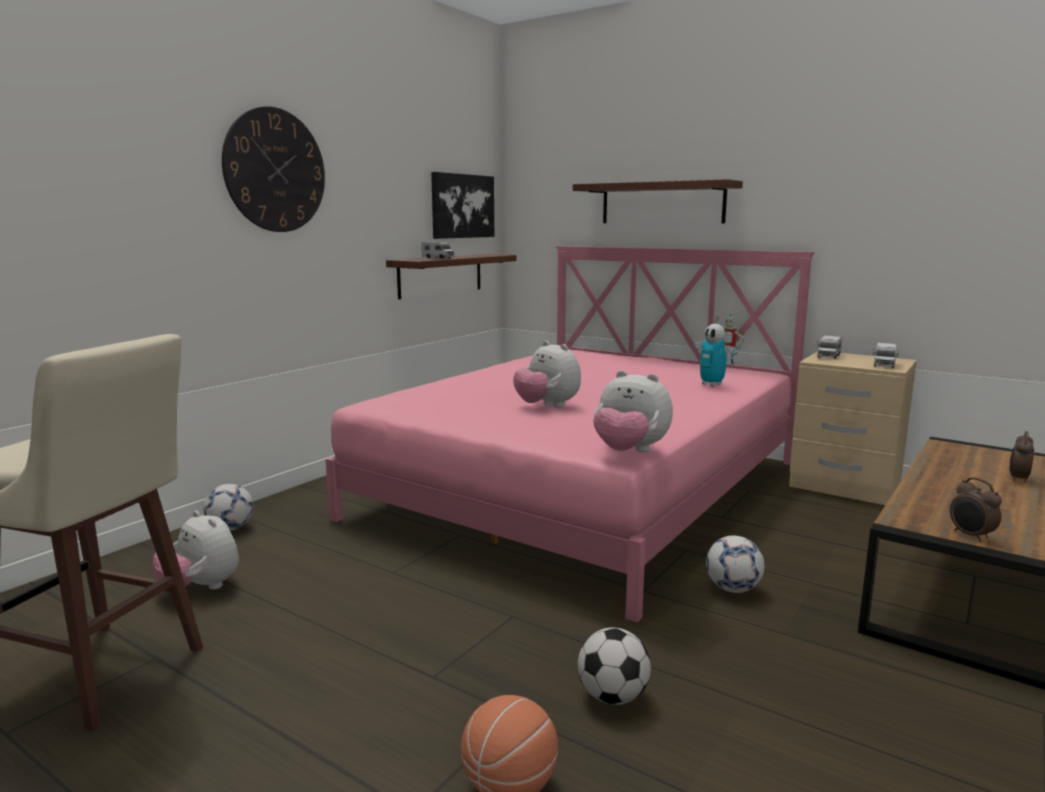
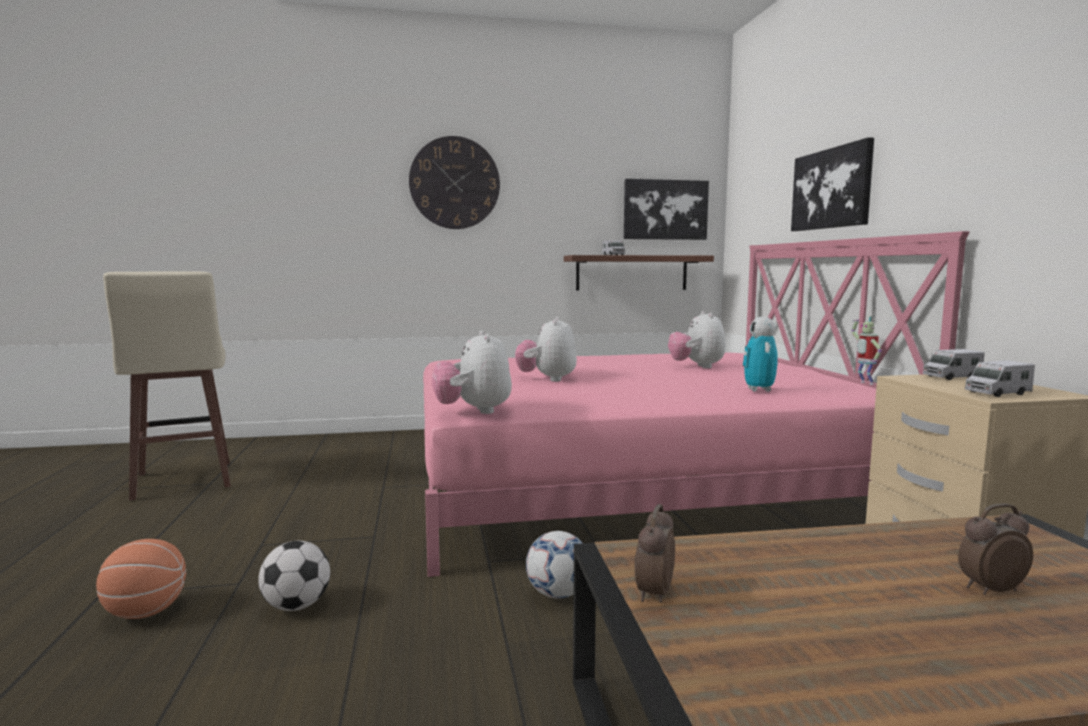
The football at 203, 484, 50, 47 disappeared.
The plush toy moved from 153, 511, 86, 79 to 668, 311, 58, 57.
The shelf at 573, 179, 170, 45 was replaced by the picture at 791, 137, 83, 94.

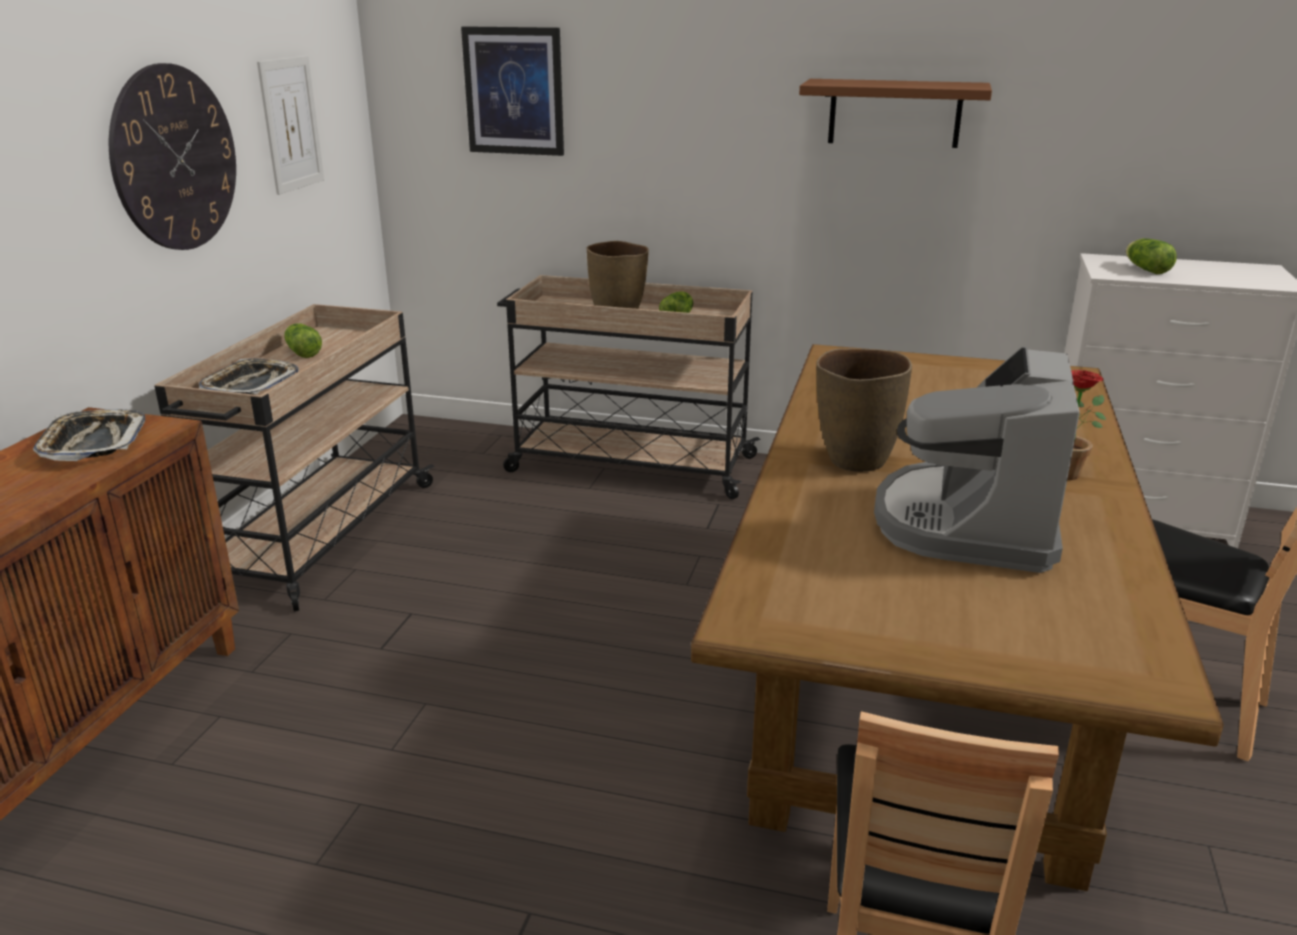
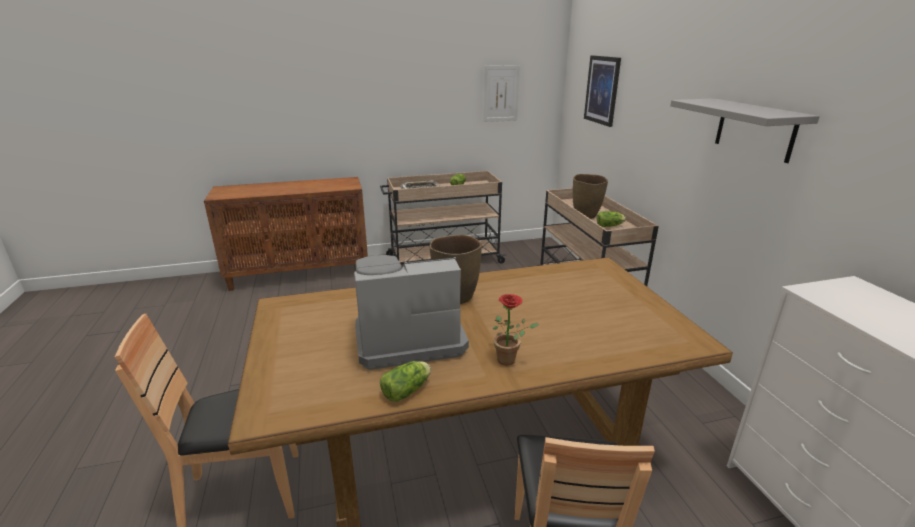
The tray at 33, 409, 113, 52 disappeared.
The wall clock at 109, 63, 127, 187 disappeared.
The lettuce moved from 1126, 238, 51, 36 to 380, 361, 51, 41.
The brown shelf at 799, 79, 193, 69 became the grey shelf at 670, 98, 150, 65.

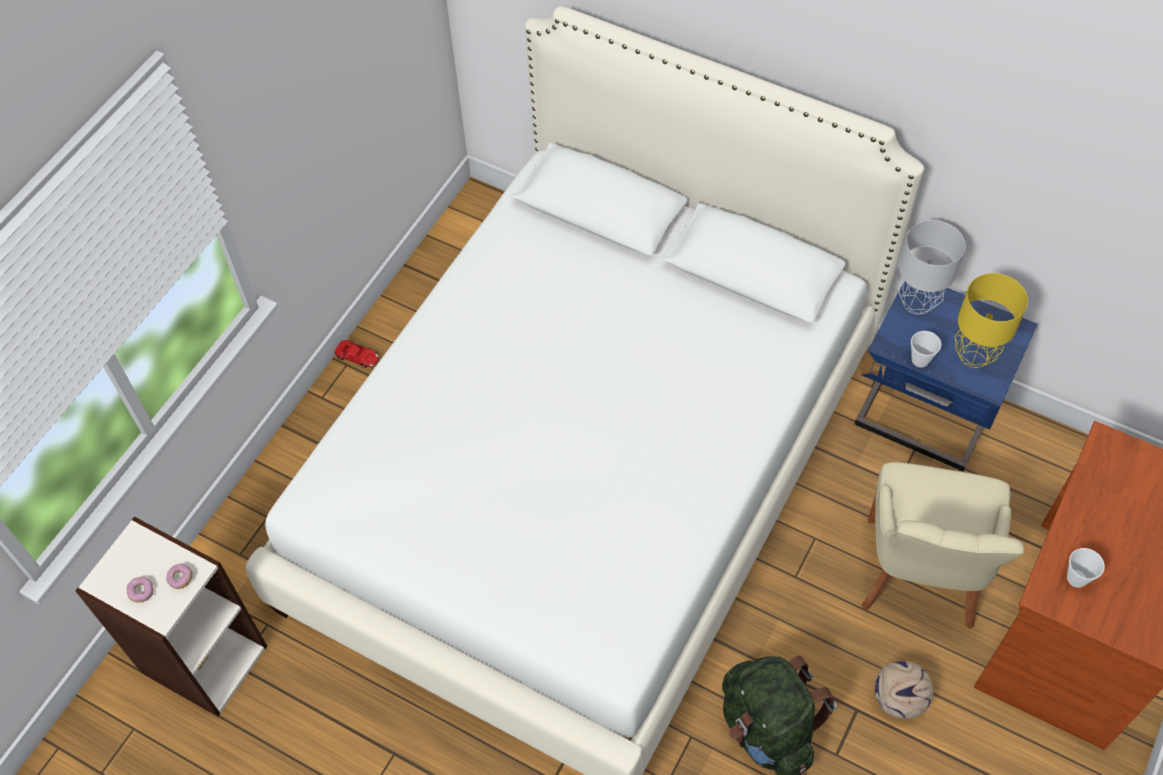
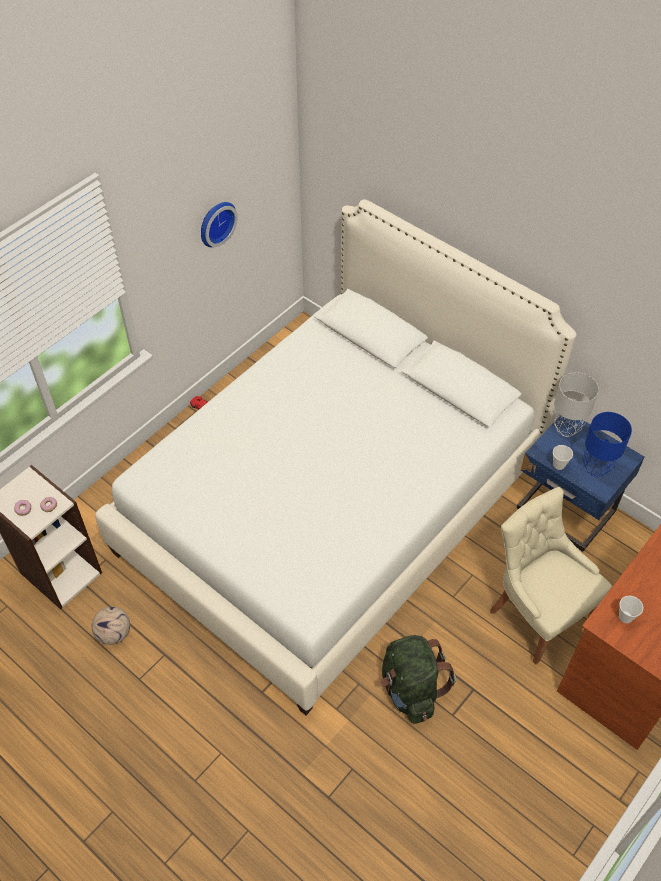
The wall clock at 201, 202, 37, 45 appeared.
The football moved from 874, 661, 59, 58 to 92, 607, 38, 38.
The yellow table lamp at 955, 273, 73, 95 became the blue table lamp at 583, 412, 49, 65.
The beige chair at 861, 462, 163, 167 turned 120 degrees clockwise.

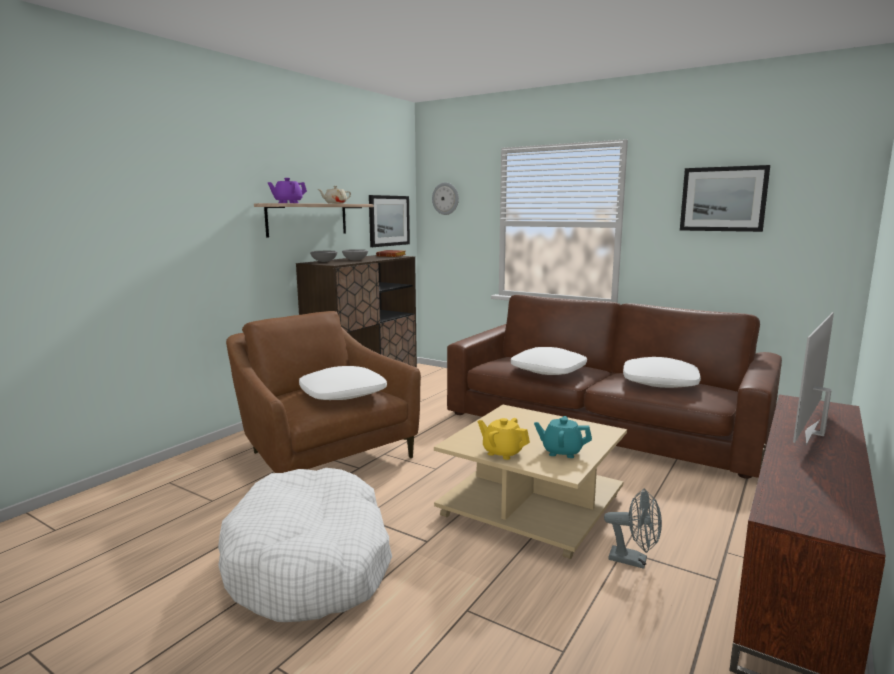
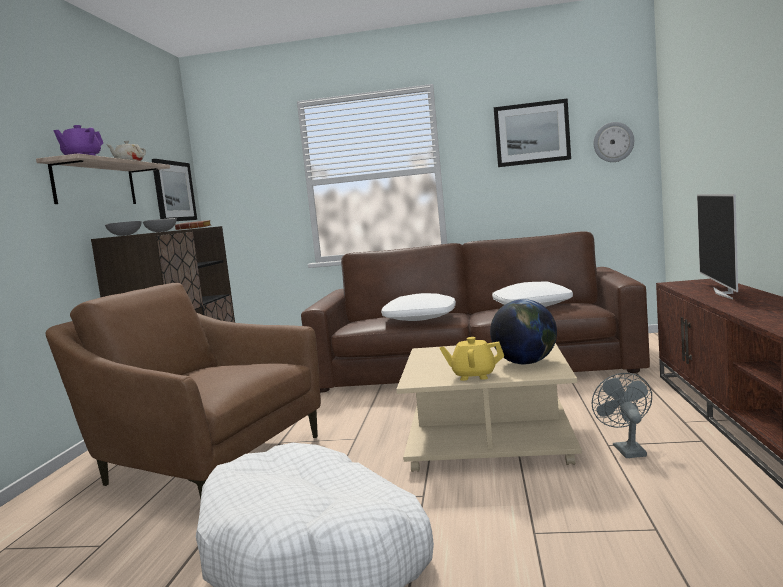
The white pillow at 299, 366, 88, 34 disappeared.
The wall clock moved from 432, 182, 27, 33 to 594, 122, 40, 40.
The turquoise teapot at 534, 416, 58, 42 was replaced by the globe at 490, 299, 67, 65.
The grey fan at 604, 489, 58, 80 turned 90 degrees counterclockwise.

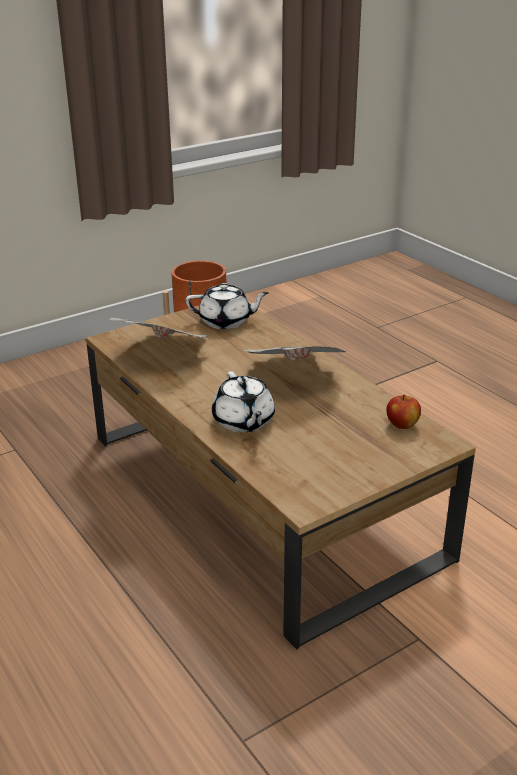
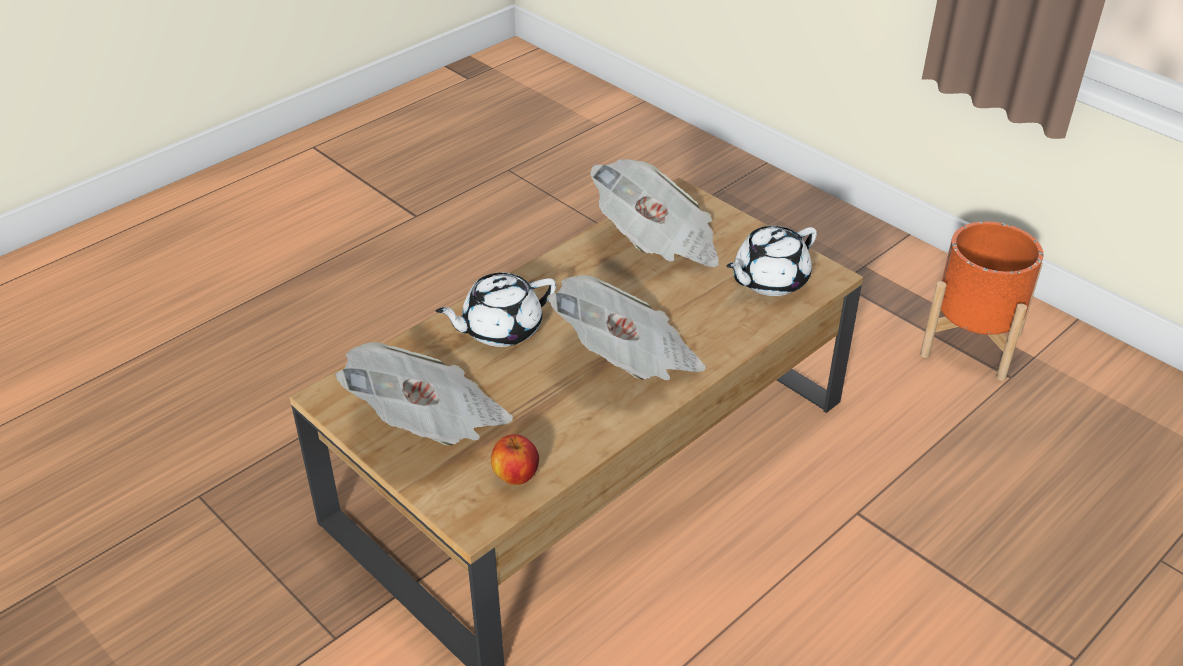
The newspaper at 335, 342, 178, 104 appeared.
The white teapot at 186, 283, 83, 46 turned 60 degrees clockwise.

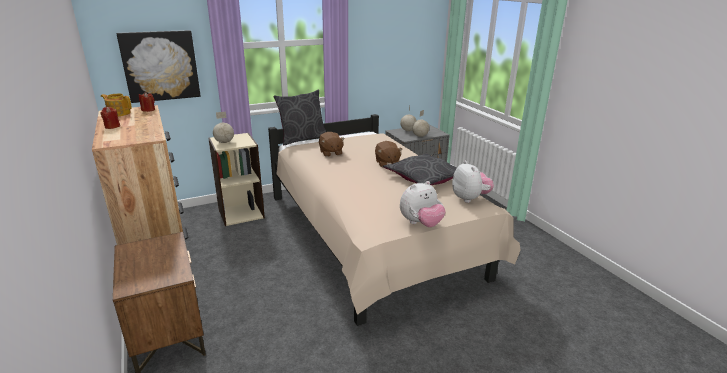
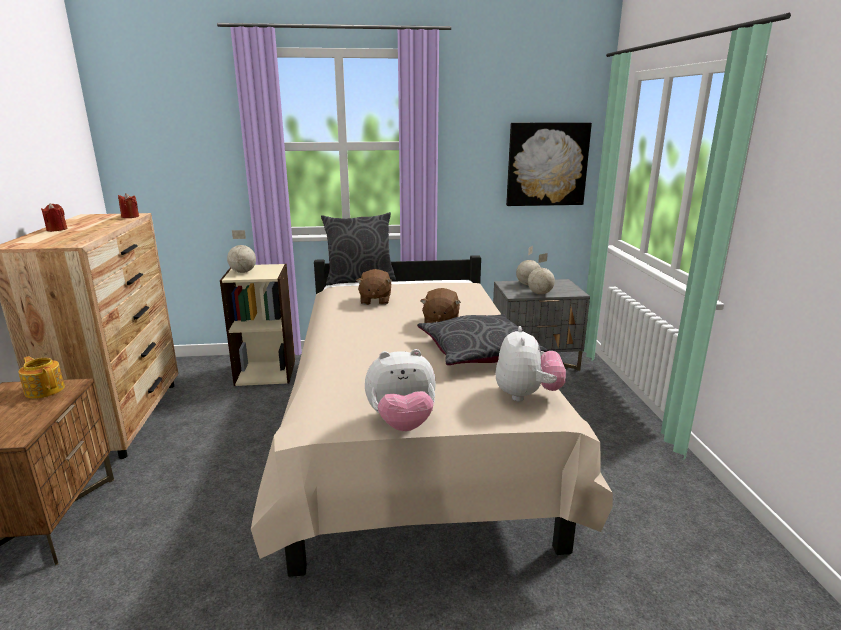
The teapot moved from 101, 94, 31, 22 to 18, 356, 47, 43.
The picture moved from 117, 30, 84, 73 to 506, 122, 86, 84.

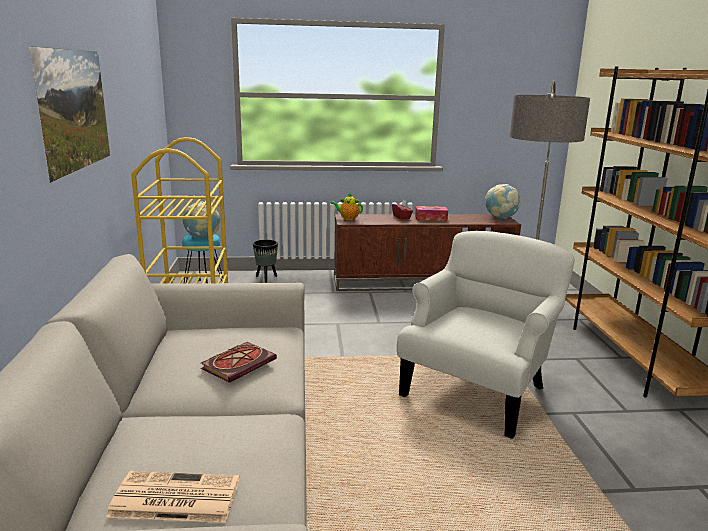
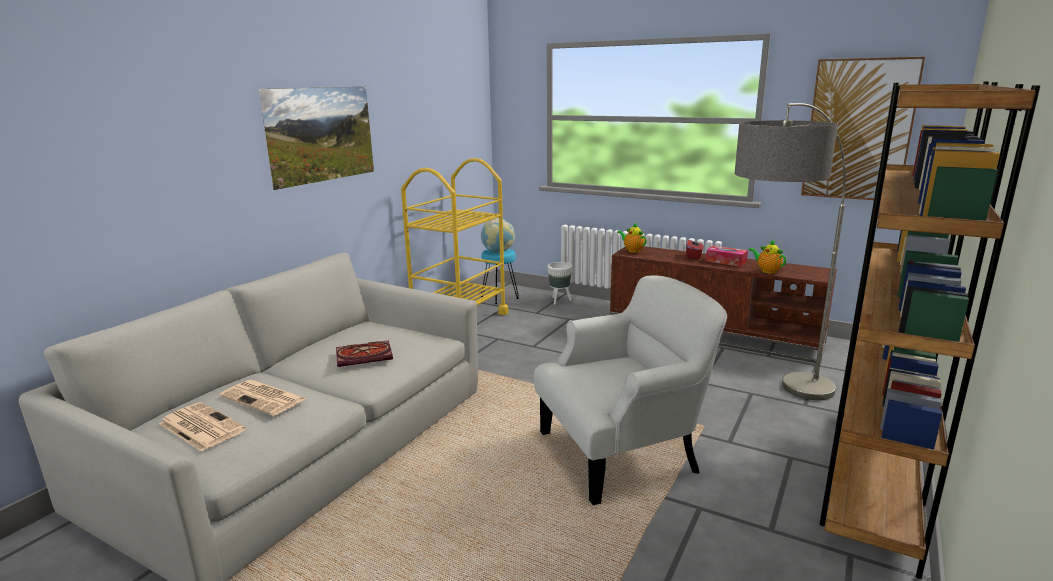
The globe at 485, 184, 36, 35 disappeared.
The newspaper at 220, 380, 86, 36 appeared.
The teapot at 749, 240, 37, 34 appeared.
The picture at 801, 57, 124, 143 appeared.
The black planter at 253, 240, 25, 43 became the white planter at 547, 262, 25, 43.

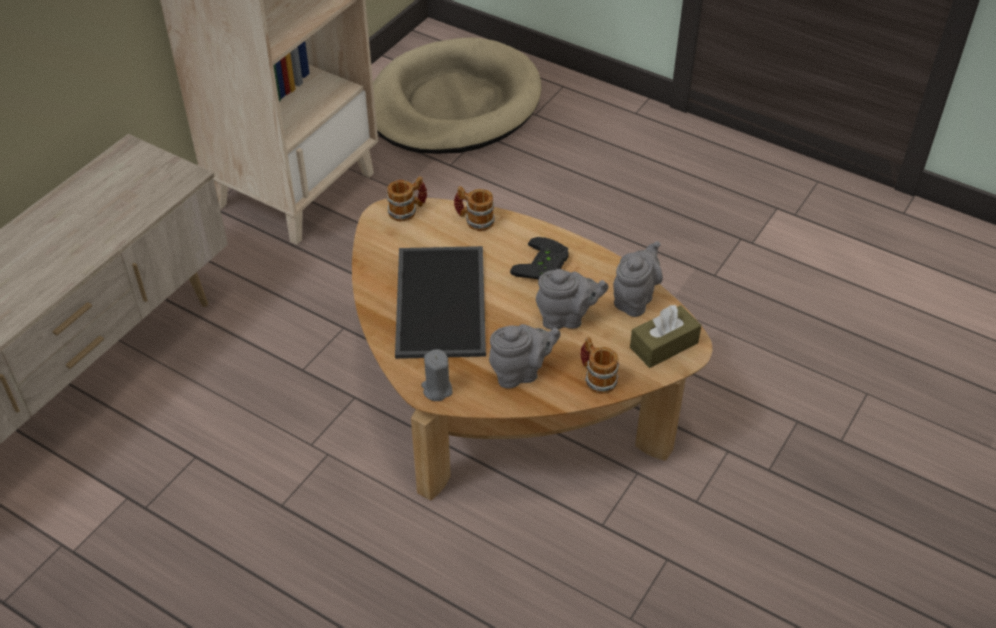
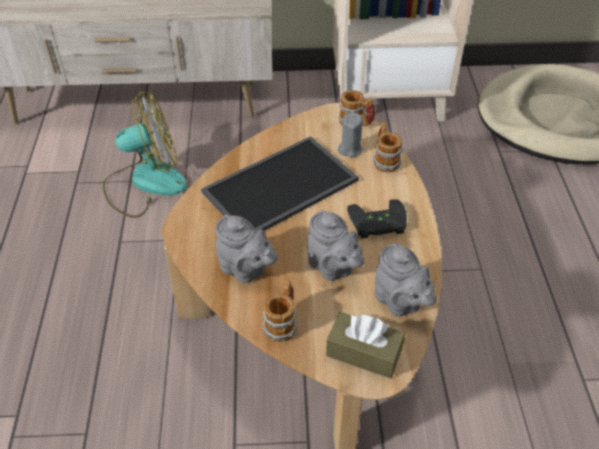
The fan at 103, 91, 84, 127 appeared.
The grey candle moved from 421, 349, 32, 52 to 338, 113, 25, 44.
The grey teapot at 613, 241, 50, 76 turned 60 degrees clockwise.

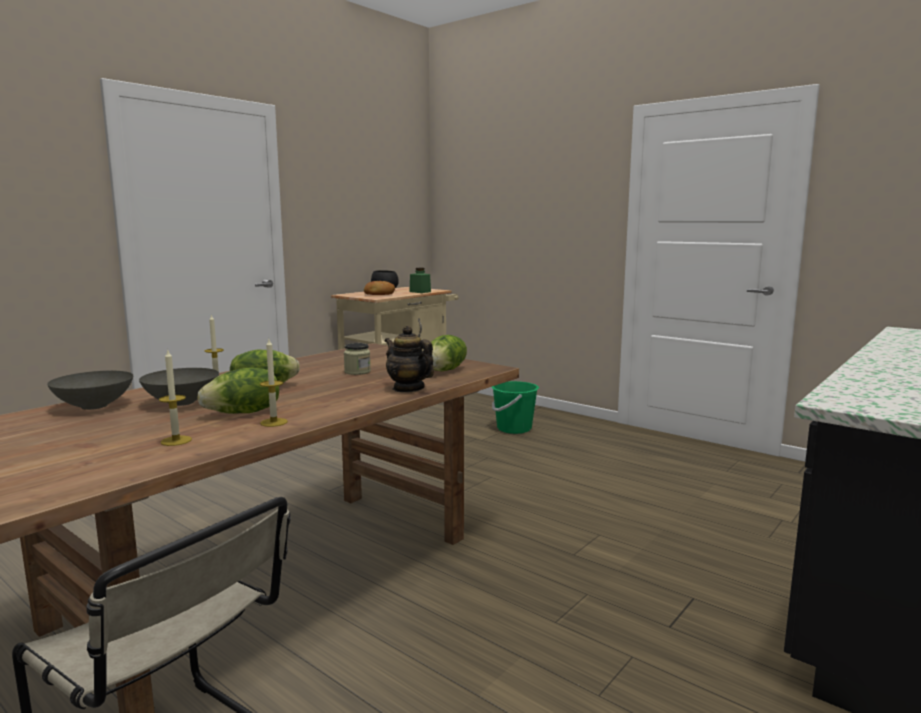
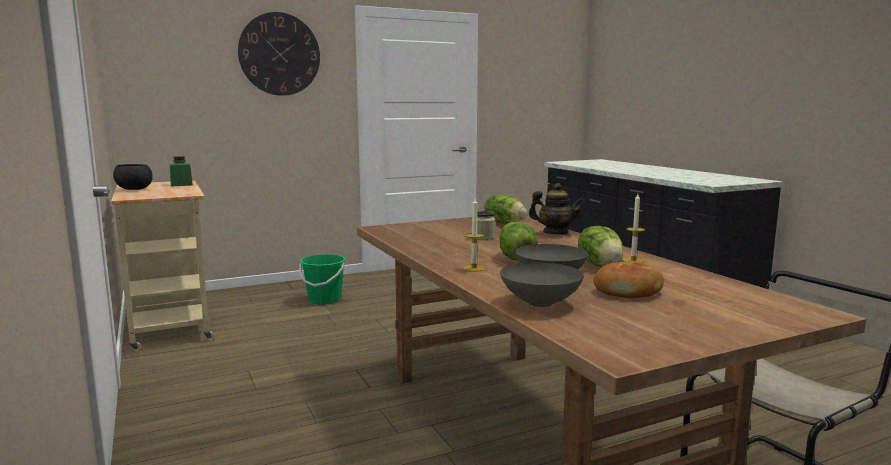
The candle at 159, 350, 33, 96 disappeared.
The wall clock at 238, 12, 82, 84 appeared.
The bread moved from 364, 281, 31, 14 to 593, 261, 71, 37.
The teapot at 385, 325, 49, 68 turned 135 degrees counterclockwise.

